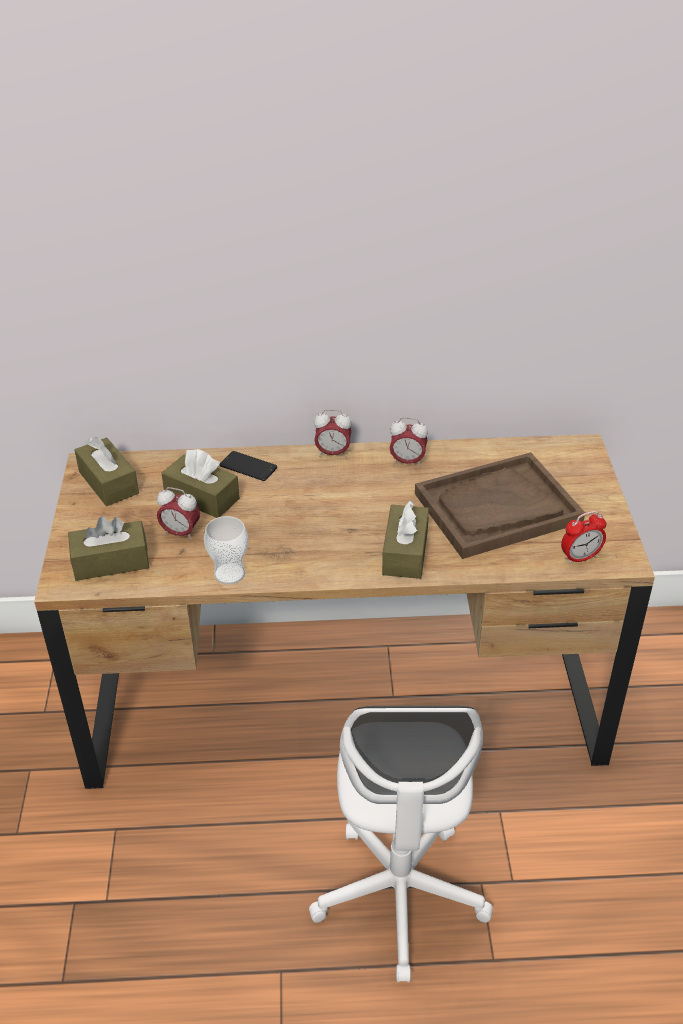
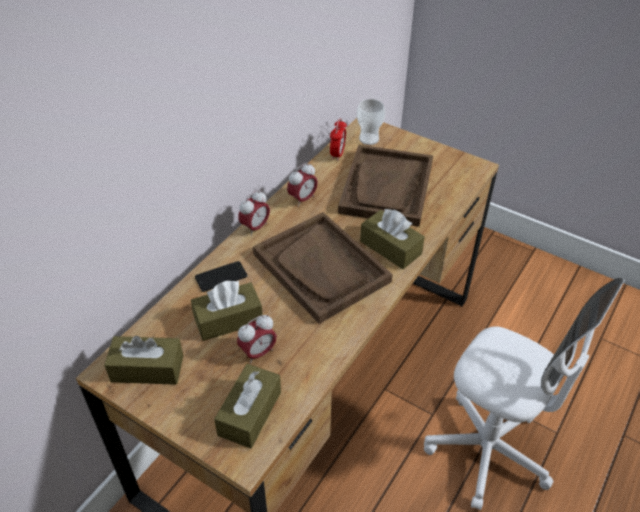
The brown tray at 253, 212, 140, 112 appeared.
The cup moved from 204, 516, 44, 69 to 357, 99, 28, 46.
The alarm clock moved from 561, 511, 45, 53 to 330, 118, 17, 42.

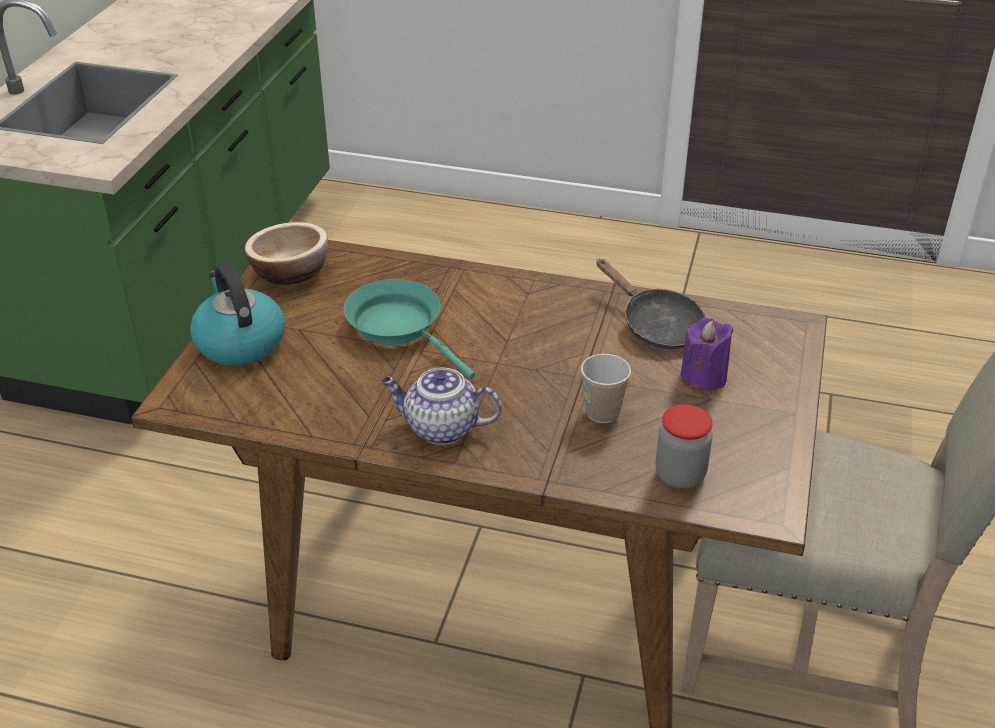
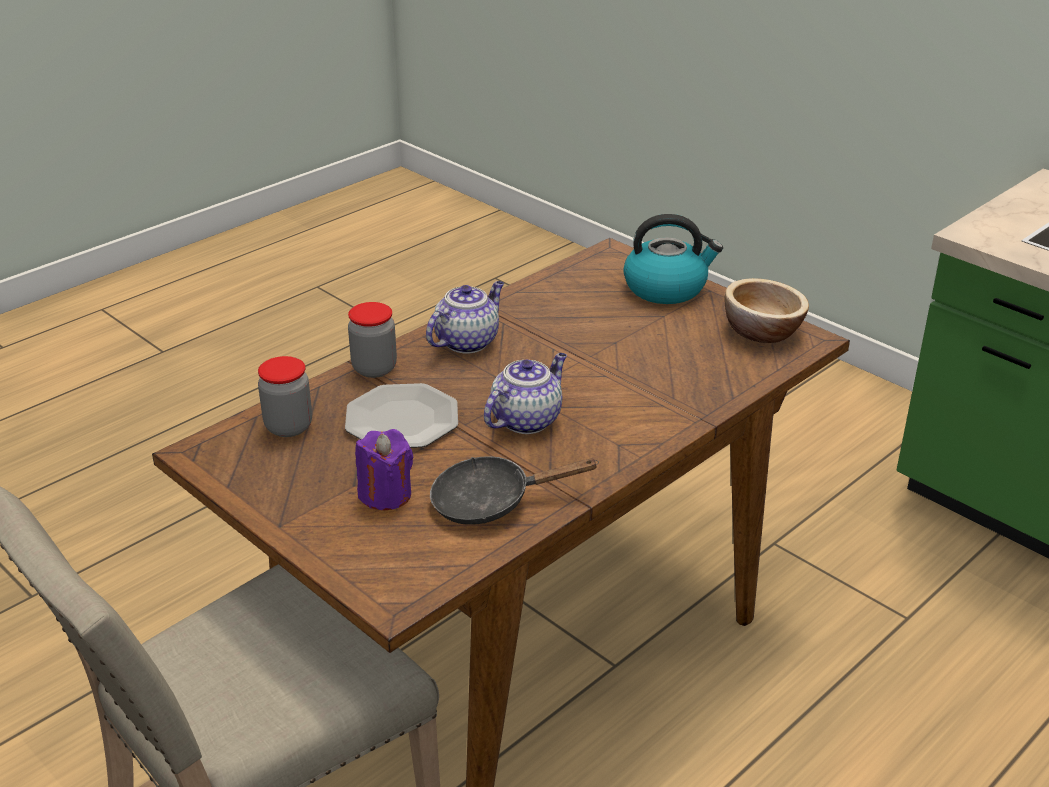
The turquoise frying pan at 344, 279, 131, 100 disappeared.
The jar at 348, 302, 49, 76 appeared.
The teapot at 484, 353, 83, 81 appeared.
The cup at 581, 354, 50, 69 was replaced by the plate at 345, 383, 113, 65.

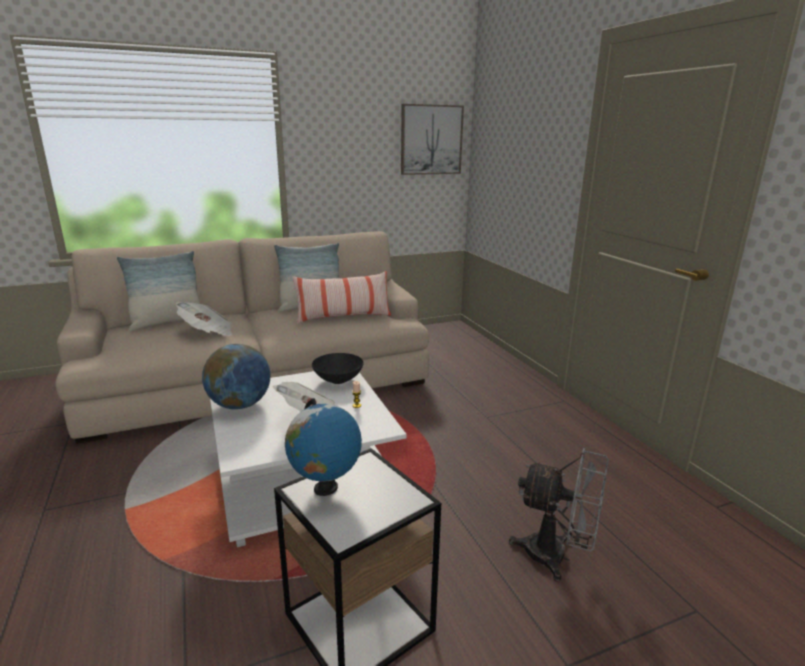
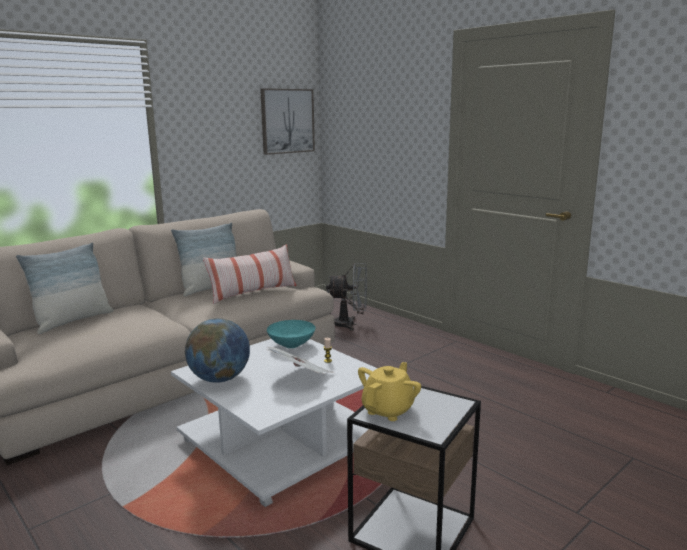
The newspaper at 176, 302, 56, 34 disappeared.
The grey fan moved from 509, 448, 99, 134 to 326, 263, 41, 68.
The globe at 285, 398, 77, 98 was replaced by the yellow teapot at 358, 362, 63, 59.
The black bowl at 312, 353, 52, 31 became the turquoise bowl at 267, 320, 48, 28.

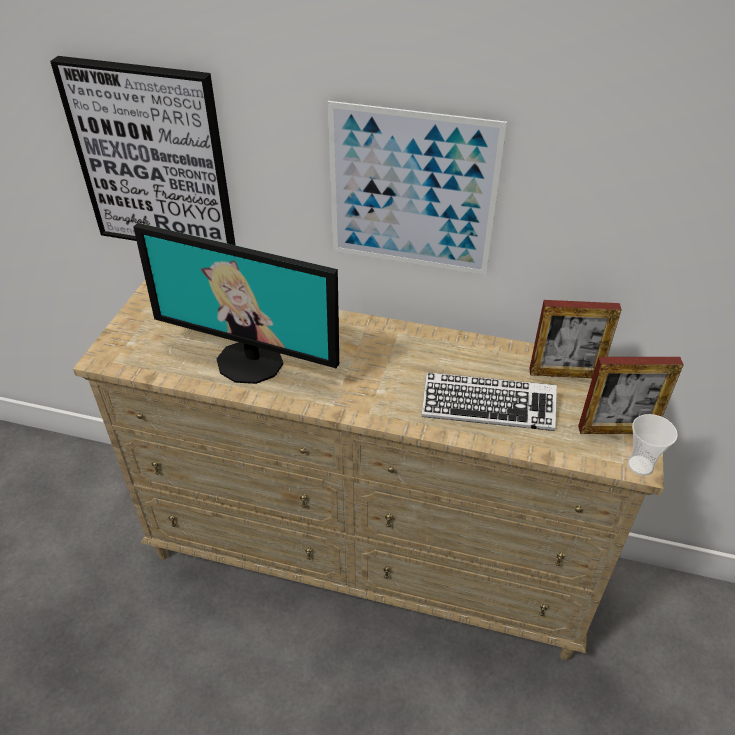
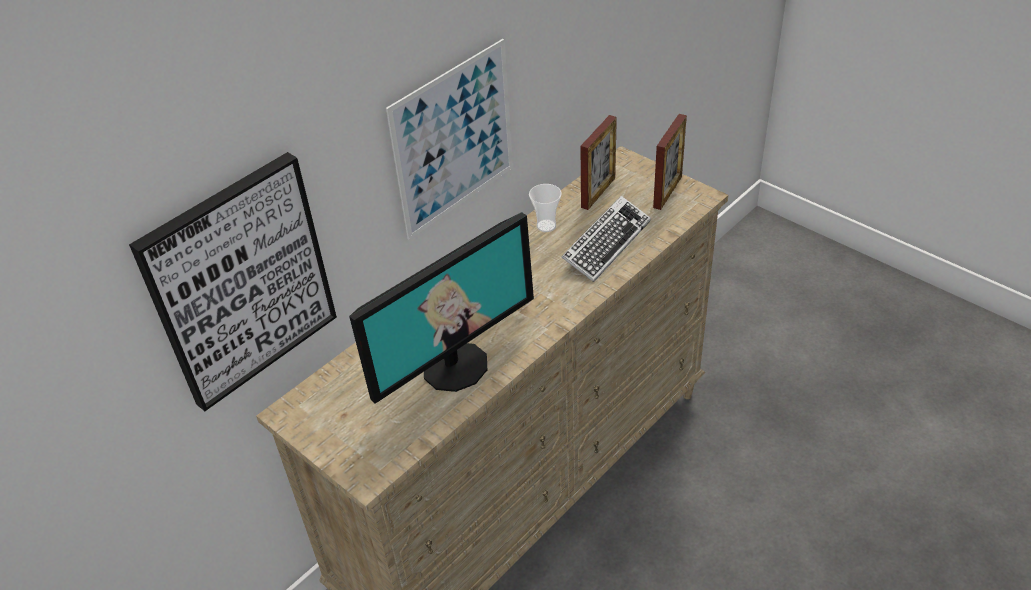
The cup moved from 627, 414, 51, 62 to 529, 184, 33, 48.

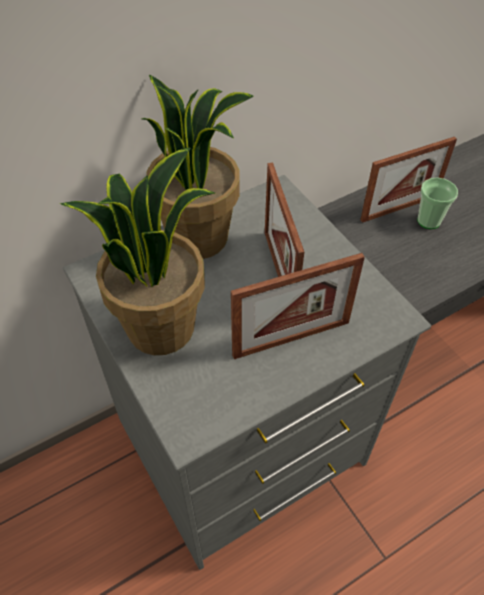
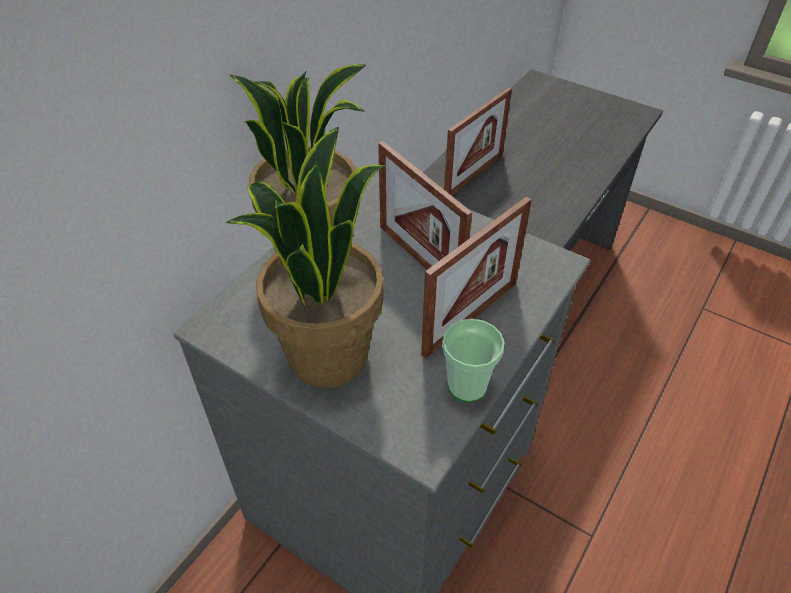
The cup moved from 417, 178, 41, 51 to 442, 319, 63, 83.

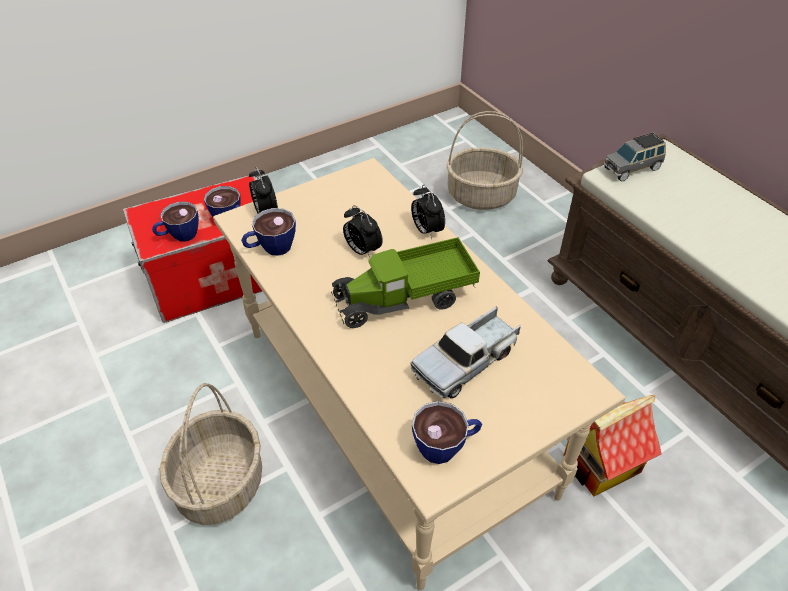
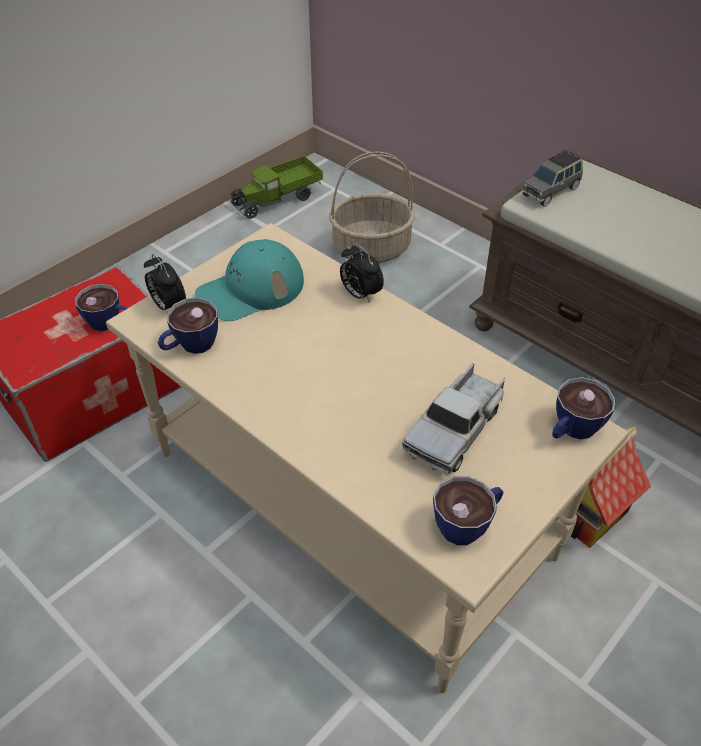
The basket at 160, 383, 102, 142 disappeared.
The alarm clock at 343, 205, 40, 53 disappeared.
The turquoise cap at 195, 239, 109, 82 appeared.
The cup moved from 152, 202, 47, 40 to 552, 377, 64, 63.
The toy truck moved from 331, 237, 149, 91 to 230, 156, 93, 63.

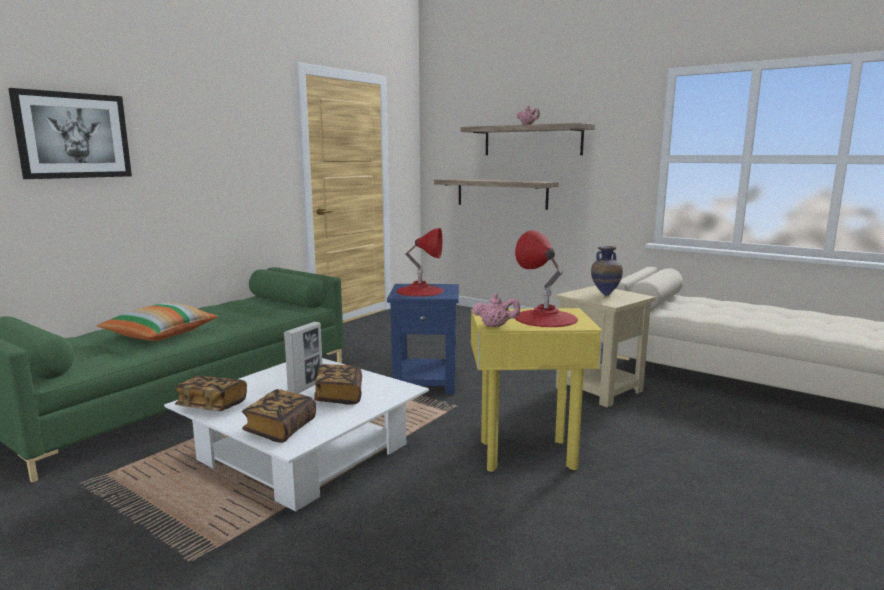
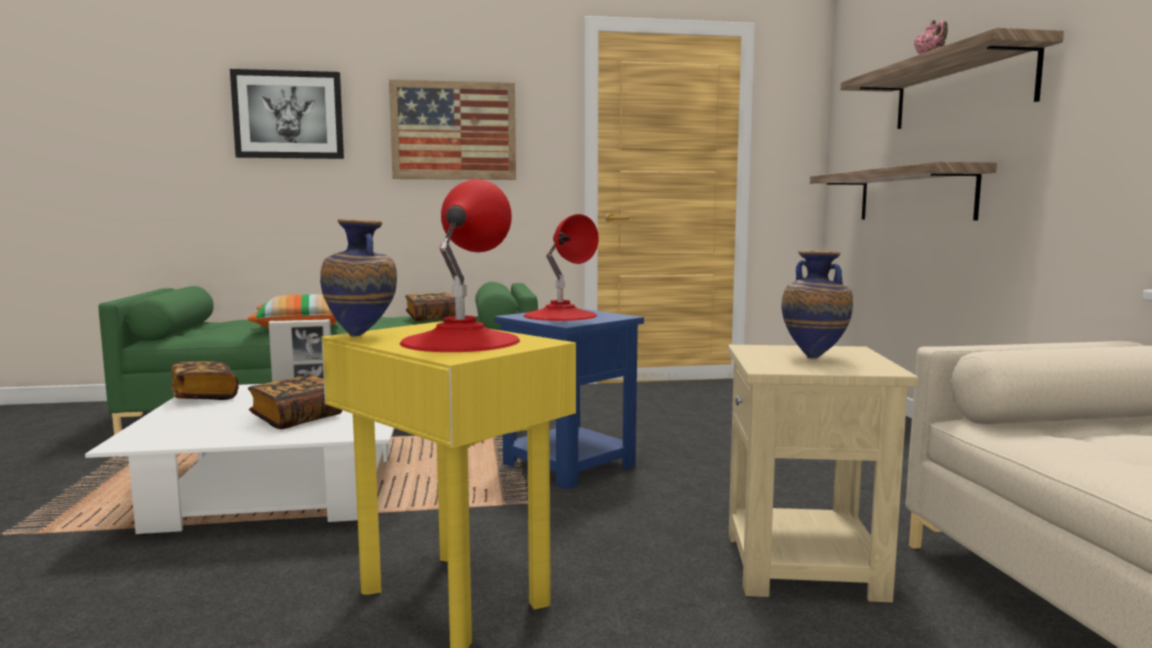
The picture at 389, 79, 127, 101 appeared.
The book moved from 242, 389, 74, 54 to 405, 293, 50, 28.
The pink teapot at 472, 293, 48, 34 was replaced by the vase at 320, 219, 77, 118.

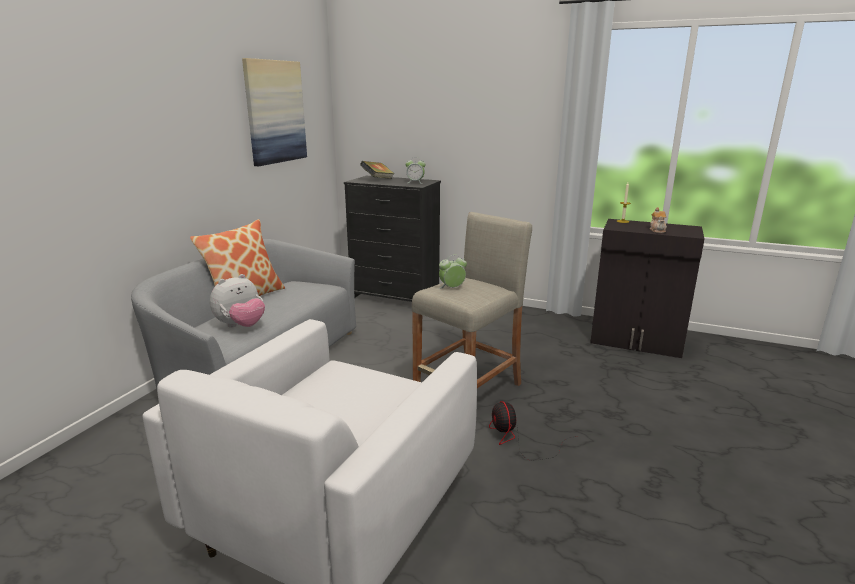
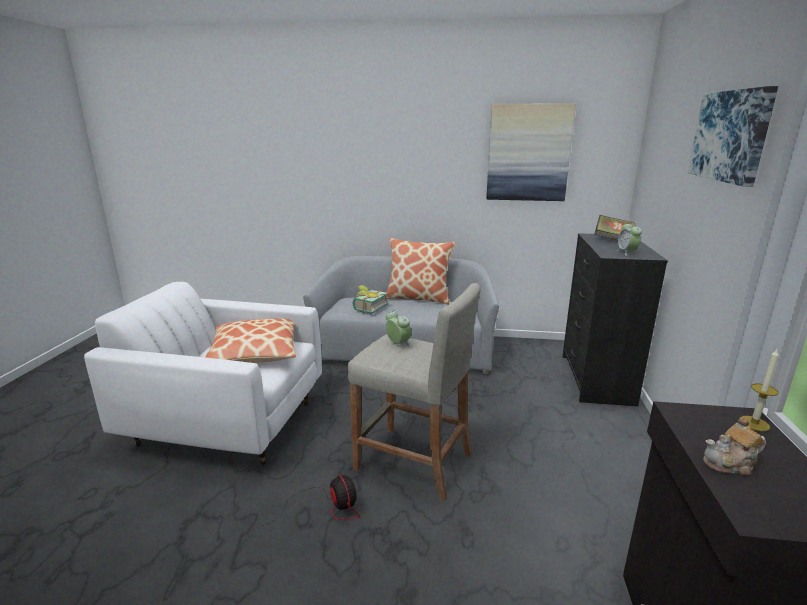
The pillow at 205, 318, 91, 45 appeared.
The picture at 688, 86, 90, 101 appeared.
The plush toy at 210, 274, 55, 54 was replaced by the book at 352, 285, 36, 29.
The fan at 489, 401, 88, 60 turned 90 degrees clockwise.

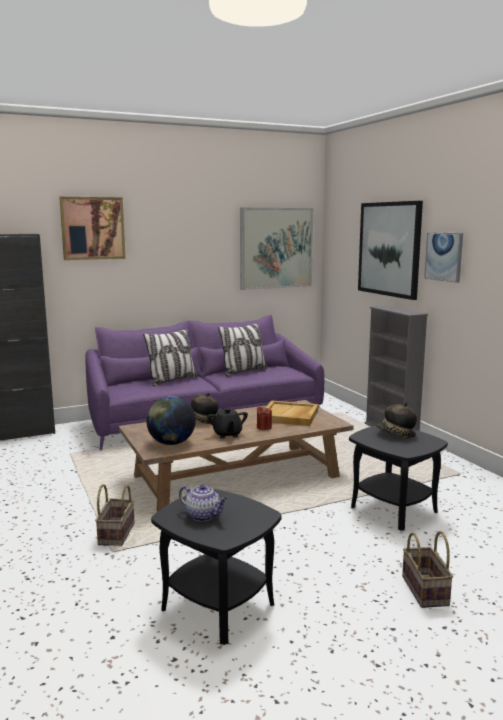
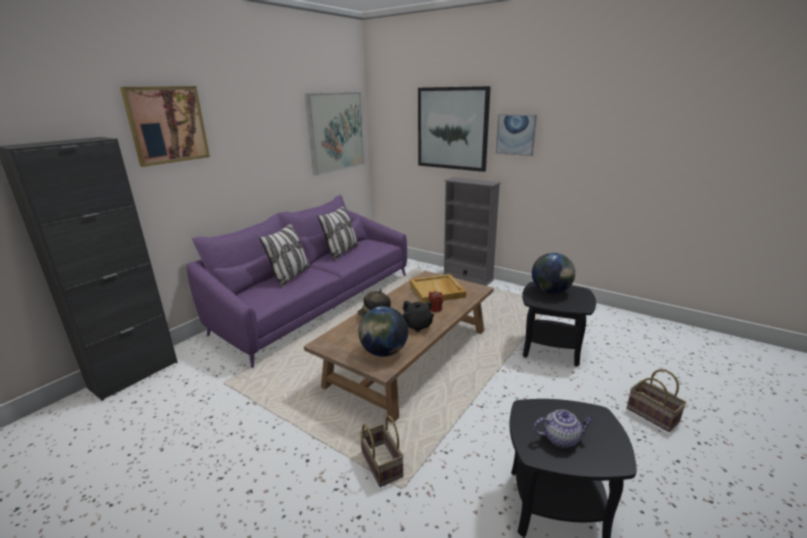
The hat at 376, 402, 41, 36 was replaced by the globe at 532, 253, 43, 41.

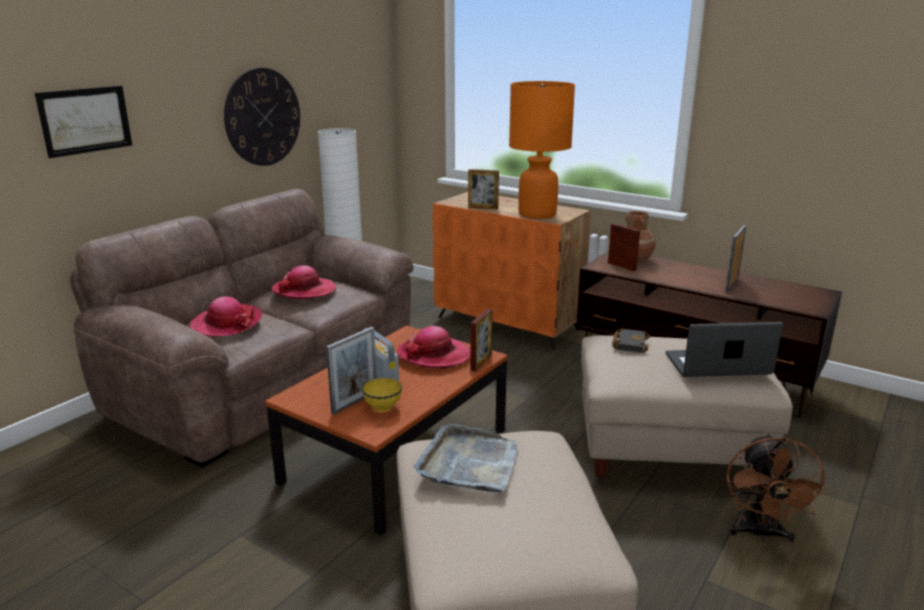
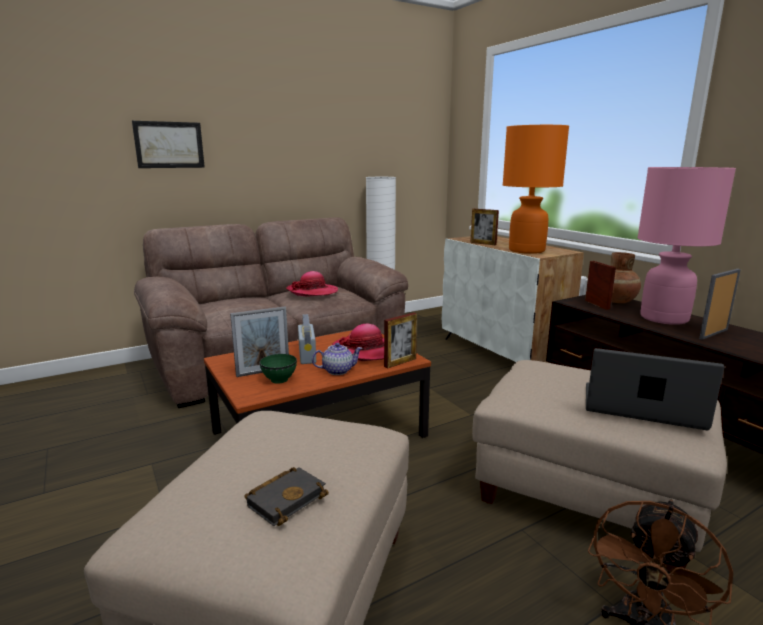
The hat at 189, 296, 73, 40 disappeared.
The wall clock at 224, 68, 76, 98 disappeared.
The grey tray at 414, 424, 104, 68 disappeared.
The teapot at 312, 343, 51, 32 appeared.
The pink table lamp at 637, 167, 99, 158 appeared.
The black book moved from 612, 328, 38, 25 to 245, 467, 84, 59.
The yellow bowl at 362, 378, 40, 34 became the green bowl at 260, 354, 37, 30.
The orange cabinet at 432, 192, 159, 158 became the white cabinet at 442, 236, 142, 127.

